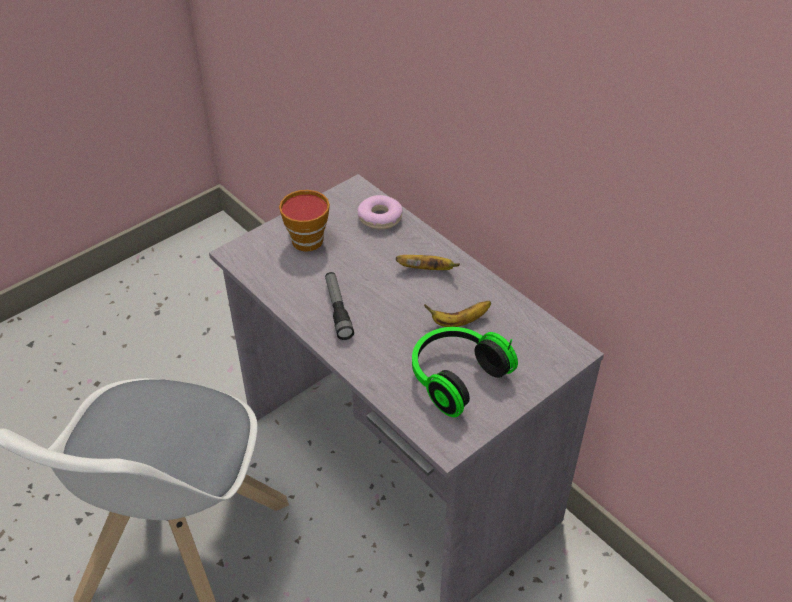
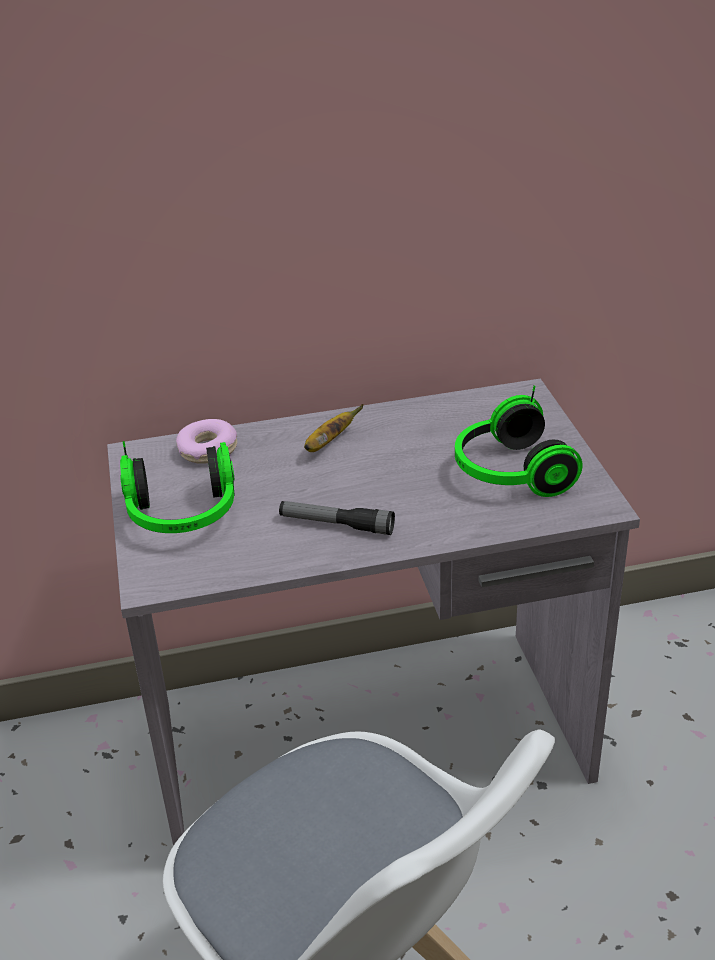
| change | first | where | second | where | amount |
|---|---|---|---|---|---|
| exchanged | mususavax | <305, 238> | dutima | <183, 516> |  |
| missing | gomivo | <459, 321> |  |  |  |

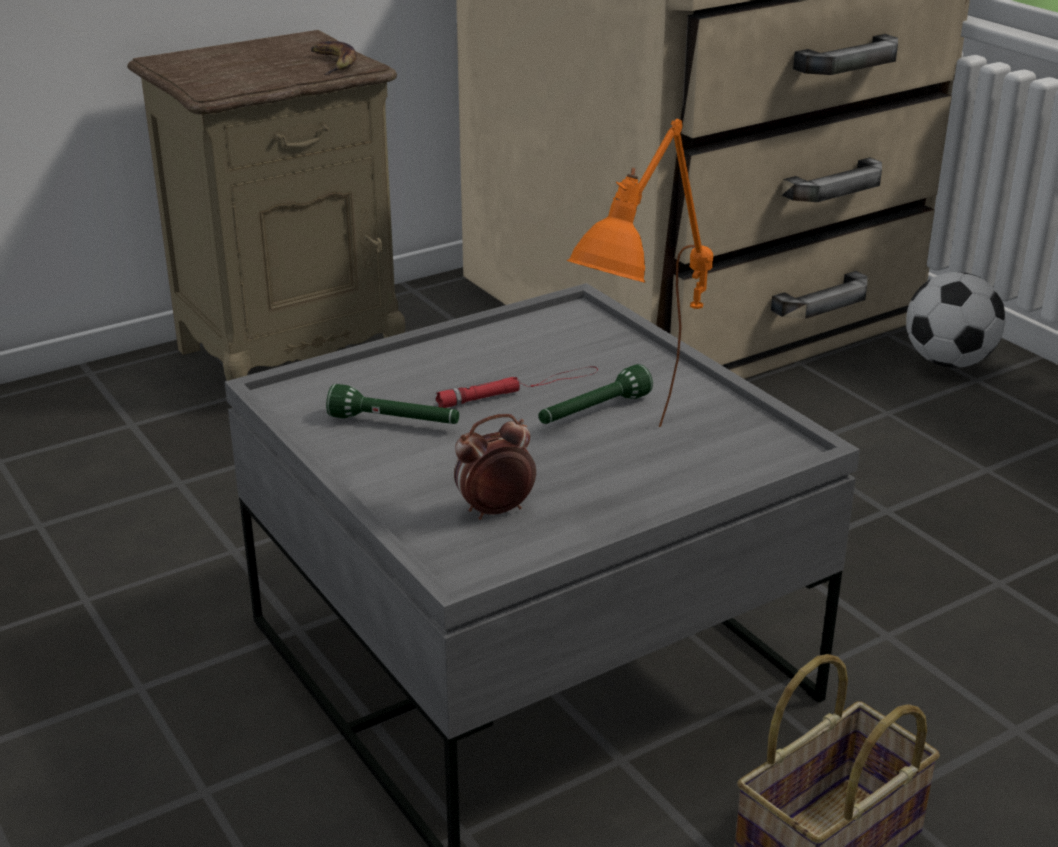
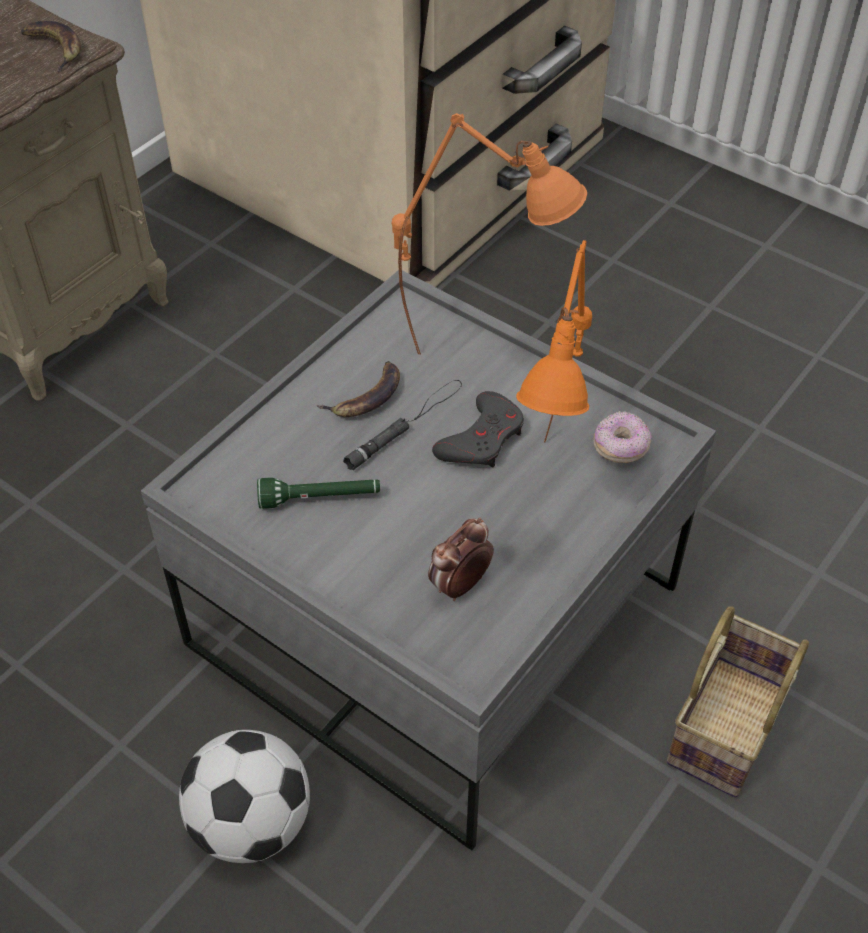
| change | first | where | second | where | amount |
|---|---|---|---|---|---|
| relocated | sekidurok | <948, 362> |  | <251, 823> |  |
| exchanged | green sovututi | <593, 412> | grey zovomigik | <482, 438> |  |
| colour | red sovututi | <519, 388> | black sovututi | <406, 424> |  |
| appeared |  |  | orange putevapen | <481, 346> |  |
| appeared |  |  | gomivo | <366, 396> |  |
| appeared |  |  | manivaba | <621, 447> |  |

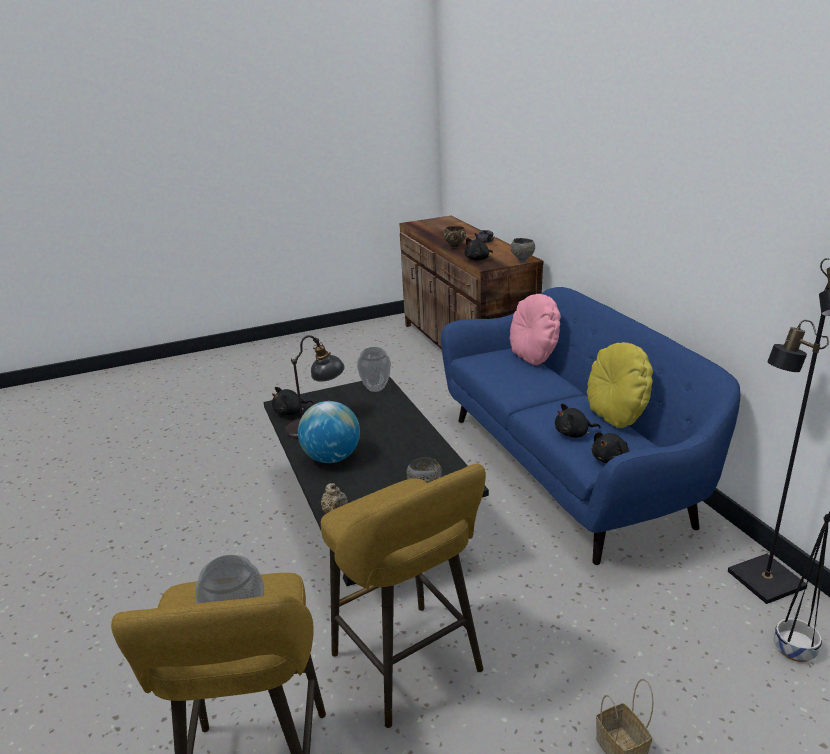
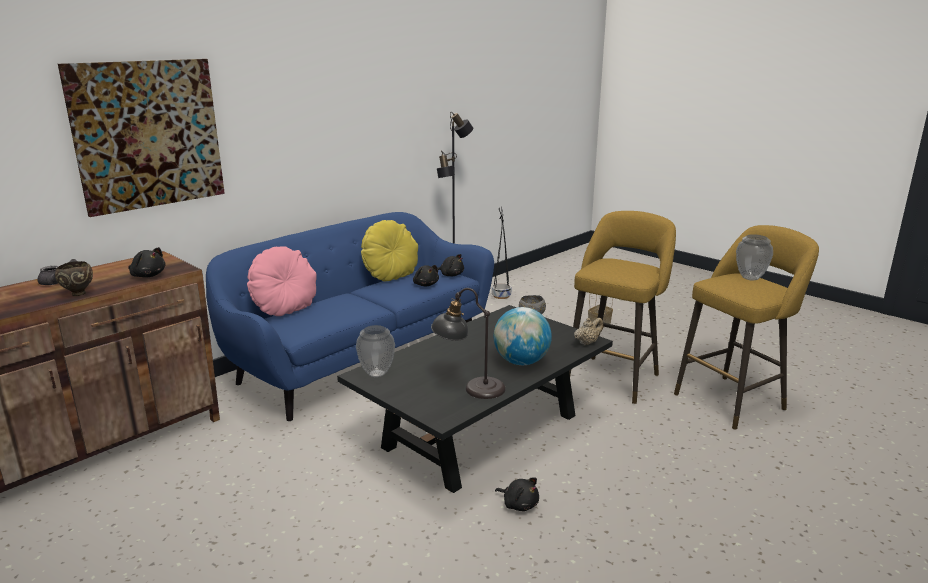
| change | first | where | second | where | amount |
|---|---|---|---|---|---|
| missing | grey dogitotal | <523, 261> |  |  |  |
| relocated | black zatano | <291, 412> |  | <519, 504> |  |
| appeared |  |  | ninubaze | <148, 135> |  |

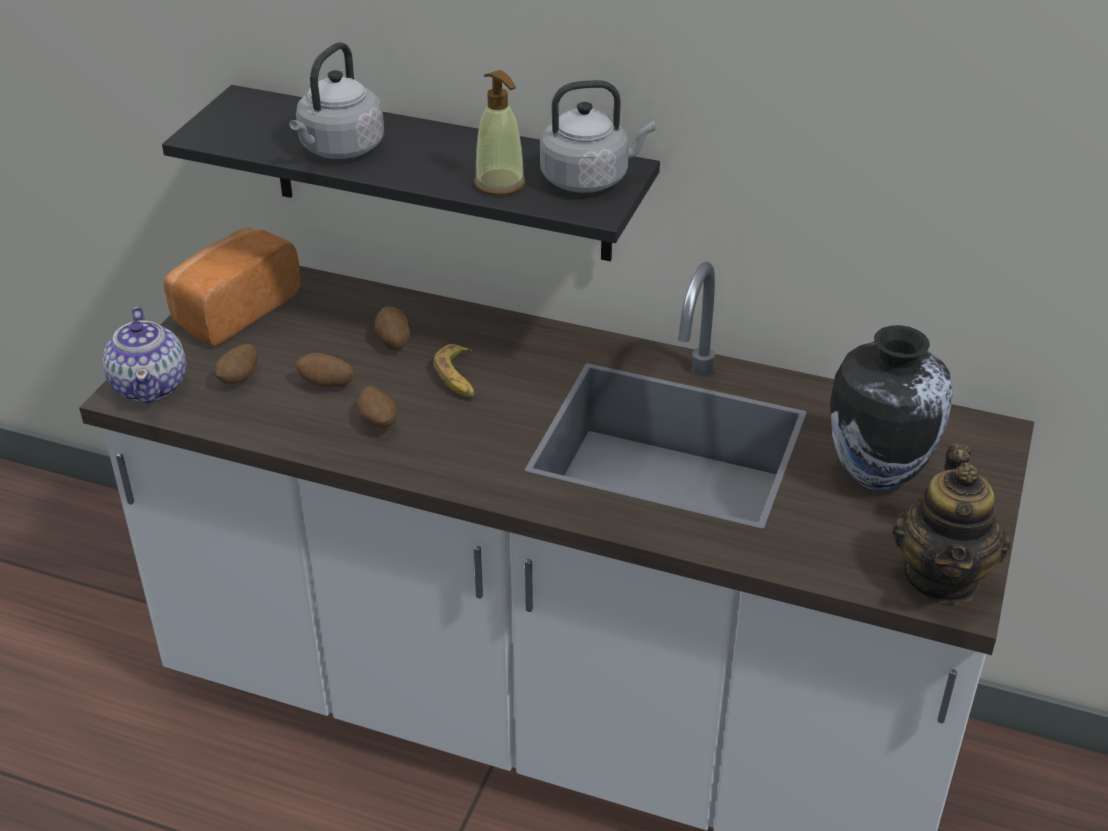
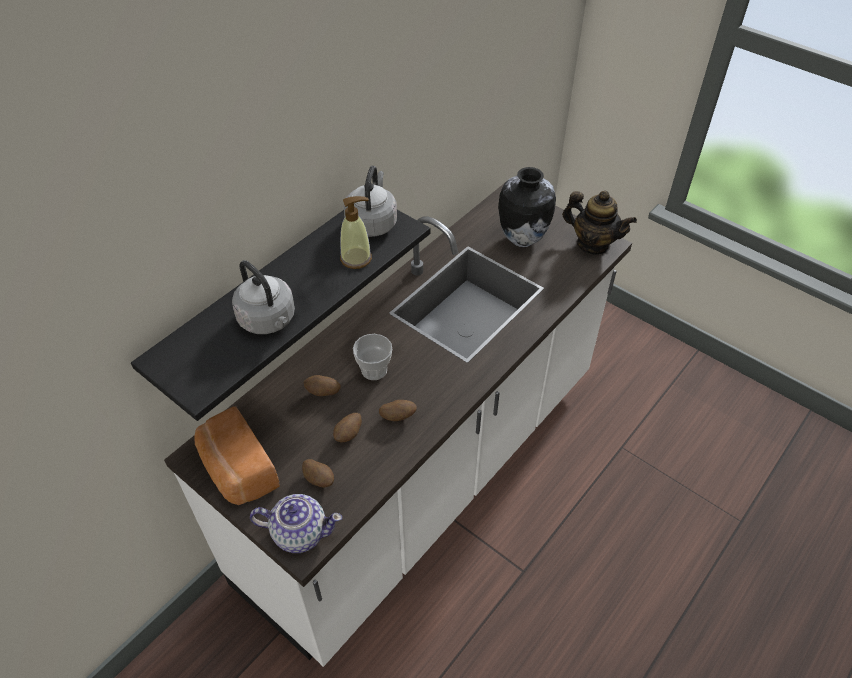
| change | first | where | second | where | amount |
|---|---|---|---|---|---|
| exchanged | gomivo | <459, 378> | mususavax | <374, 370> |  |

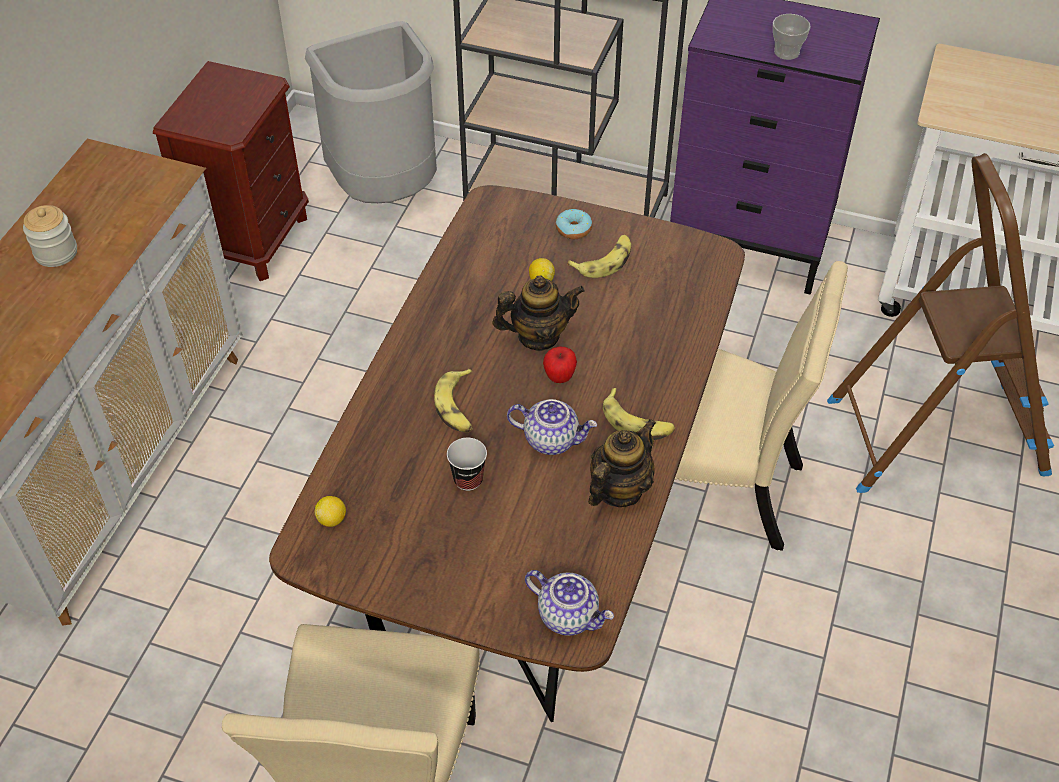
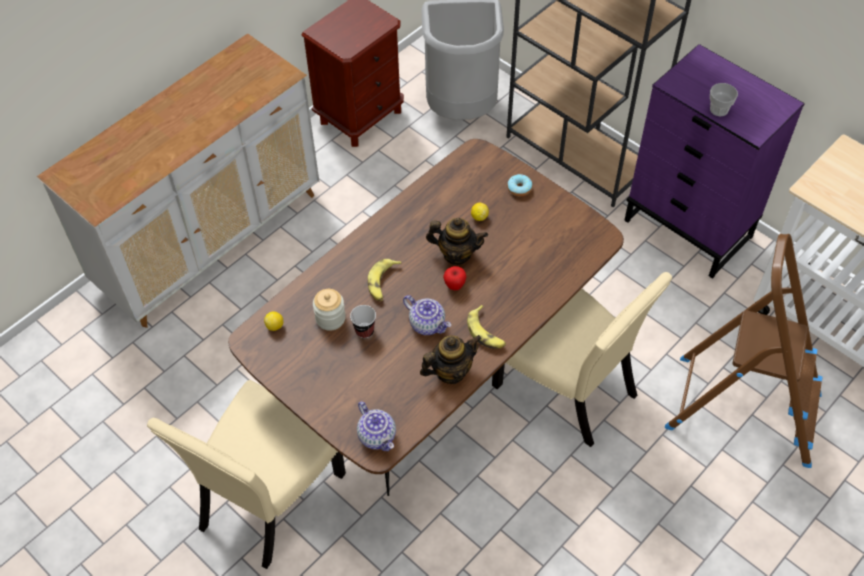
| change | first | where | second | where | amount |
|---|---|---|---|---|---|
| relocated | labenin | <56, 253> |  | <330, 318> |  |
| missing | gomivo | <604, 261> |  |  |  |

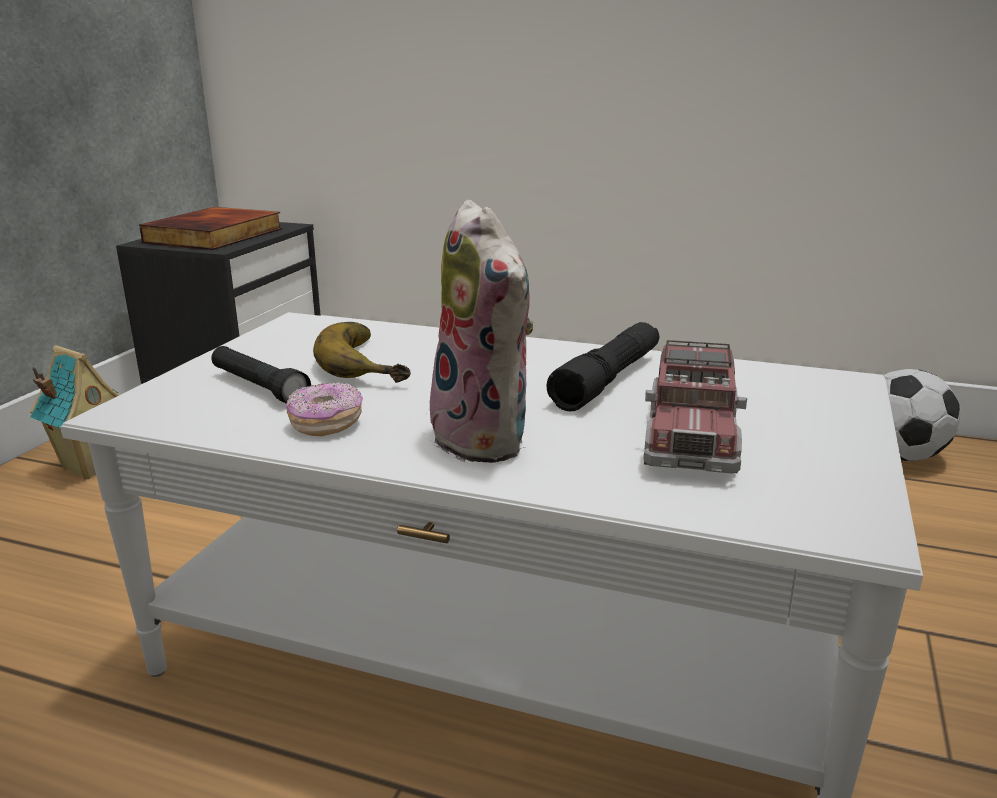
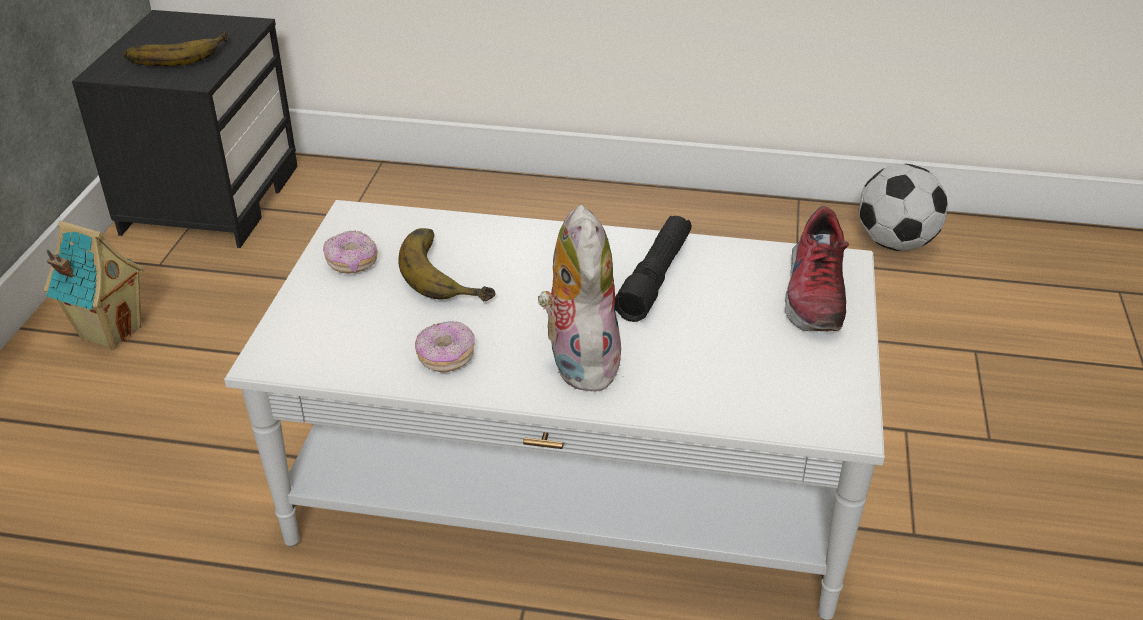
| change | first | where | second | where | amount |
|---|---|---|---|---|---|
| spun | zatano | <488, 439> |  | <578, 361> | 150 degrees counterclockwise |
| exchanged | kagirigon | <216, 236> | gomivo | <177, 53> |  |
| missing | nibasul | <691, 439> |  |  |  |
| missing | black sovututi | <259, 387> |  |  |  |
| appeared |  |  | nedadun | <812, 293> |  |
| appeared |  |  | manivaba | <352, 263> |  |

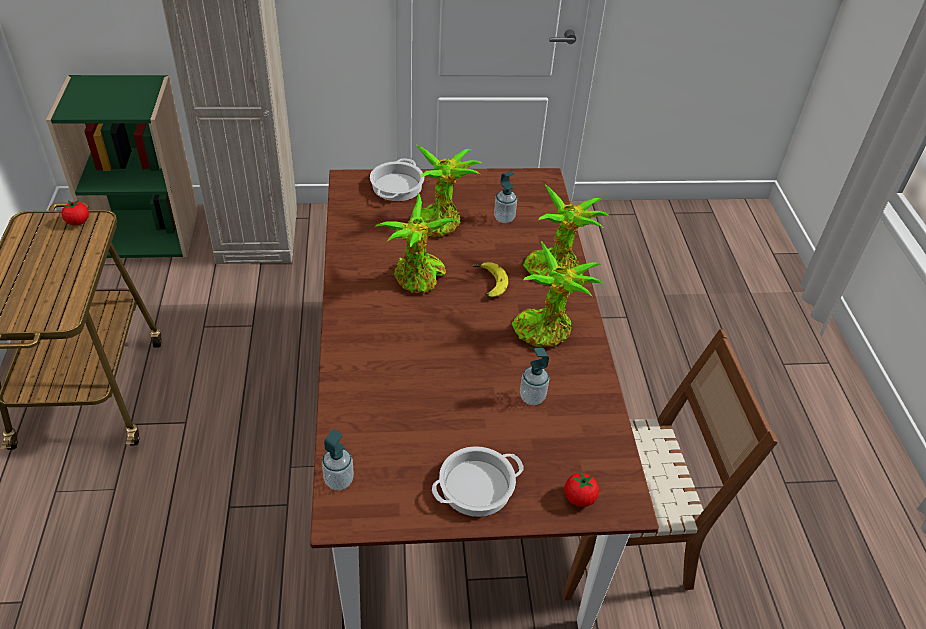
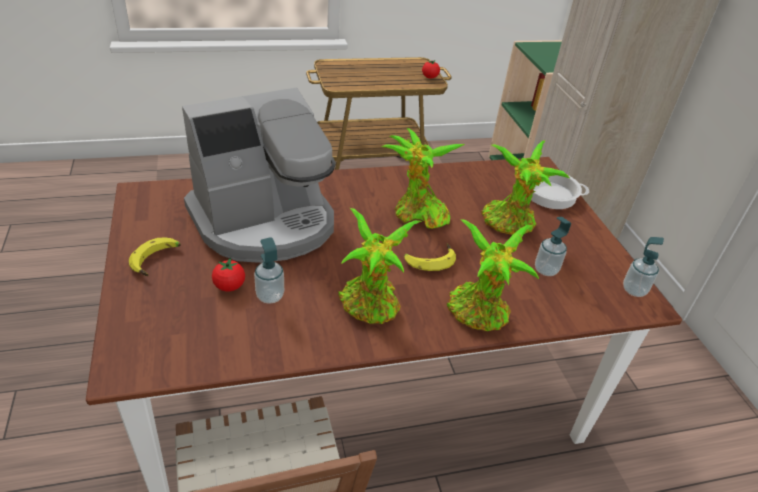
| change | first | where | second | where | amount |
|---|---|---|---|---|---|
| relocated | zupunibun | <339, 480> |  | <634, 290> |  |
| exchanged | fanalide | <476, 487> | gomivo | <157, 261> |  |
| relocated | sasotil | <579, 498> |  | <229, 286> |  |
| appeared |  |  | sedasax | <265, 222> |  |

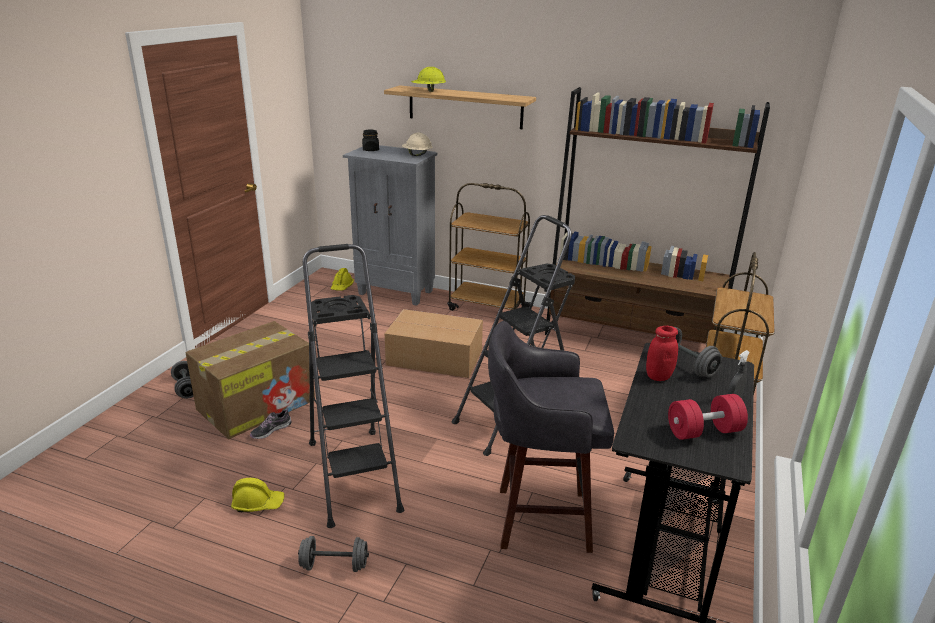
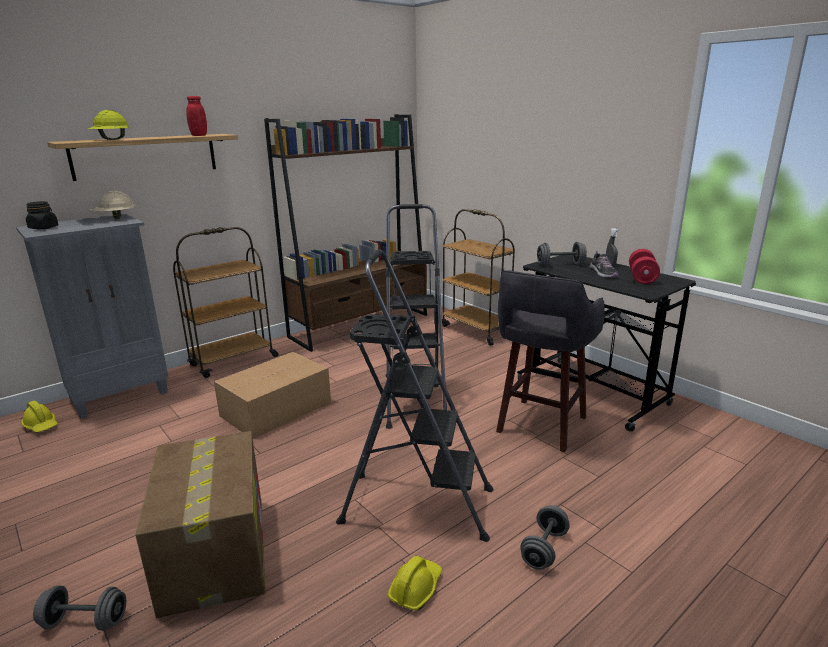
| change | first | where | second | where | amount |
|---|---|---|---|---|---|
| relocated | red labenin | <658, 376> |  | <199, 135> |  |
| relocated | nedadun | <271, 430> |  | <603, 273> |  |

